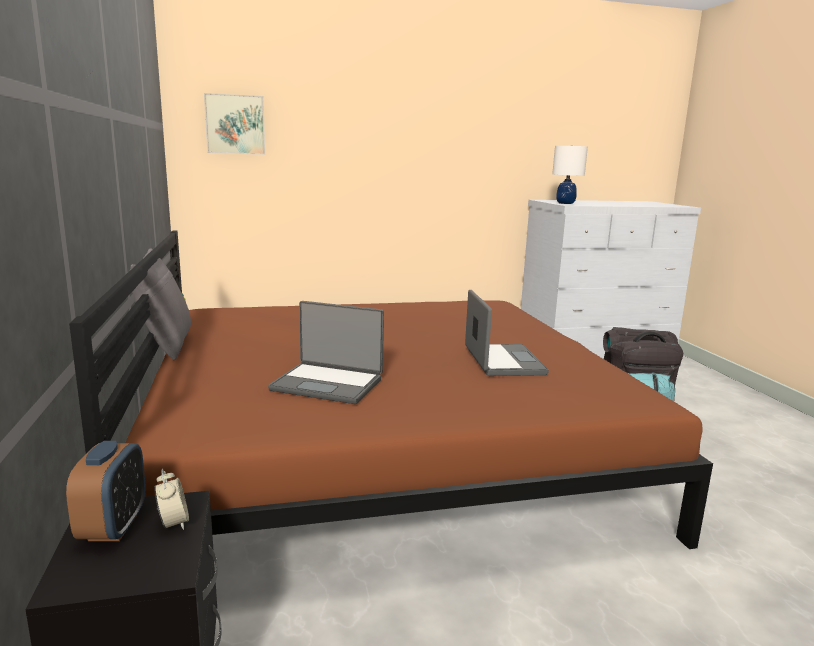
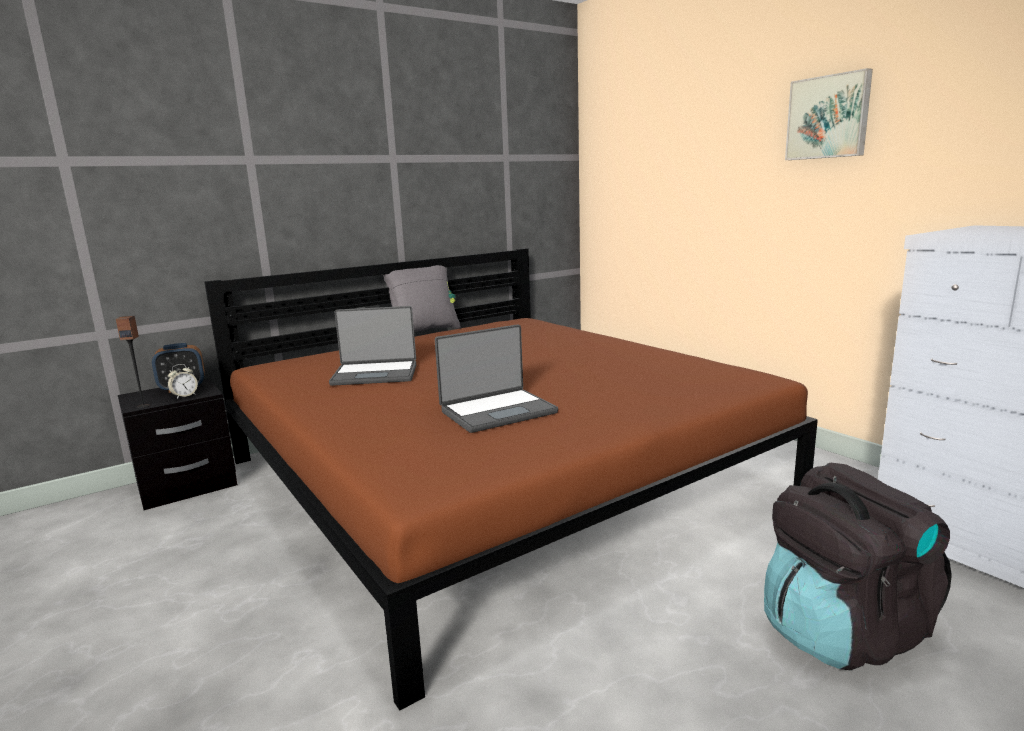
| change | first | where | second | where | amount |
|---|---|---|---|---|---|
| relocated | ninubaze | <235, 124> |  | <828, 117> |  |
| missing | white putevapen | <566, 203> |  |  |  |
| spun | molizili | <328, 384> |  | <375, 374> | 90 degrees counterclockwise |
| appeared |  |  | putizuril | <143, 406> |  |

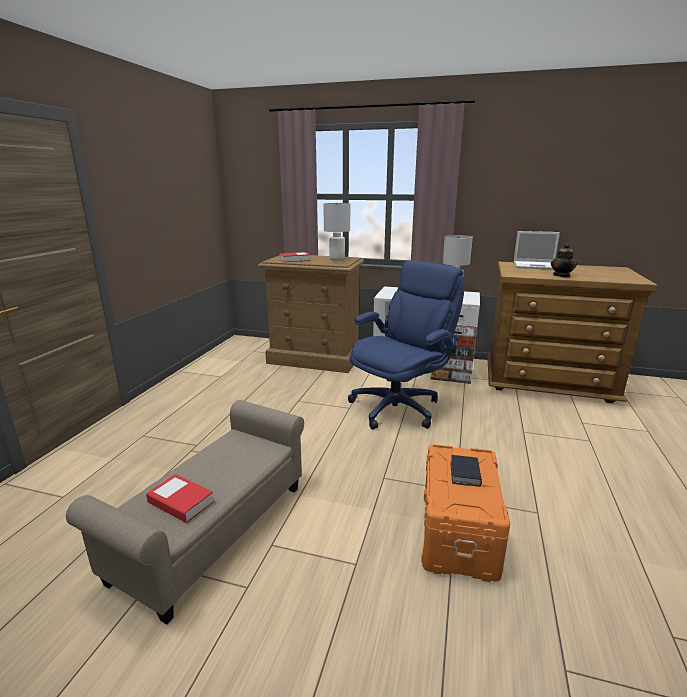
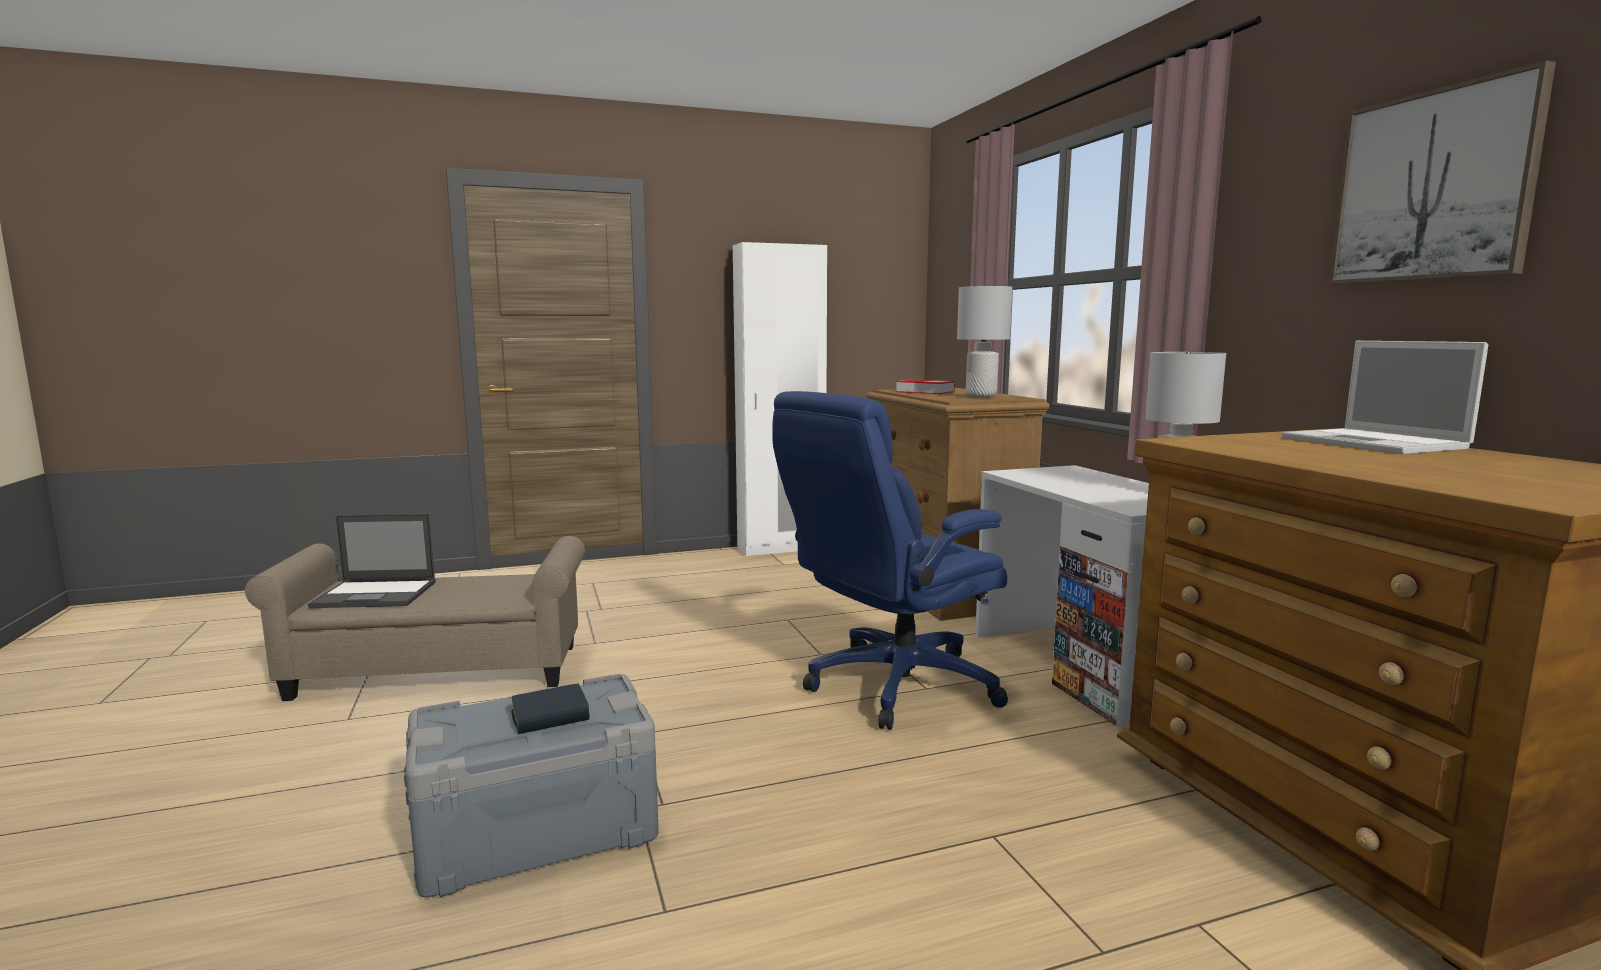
| change | first | where | second | where | amount |
|---|---|---|---|---|---|
| missing | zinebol | <561, 275> |  |  |  |
| spun | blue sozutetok | <400, 406> |  | <890, 687> | 135 degrees clockwise |
| colour | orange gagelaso | <457, 532> | grey gagelaso | <537, 831> |  |
| exchanged | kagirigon | <181, 502> | molizili | <376, 594> |  |
| appeared |  |  | ninubaze | <1433, 186> |  |
| appeared |  |  | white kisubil | <781, 548> |  |

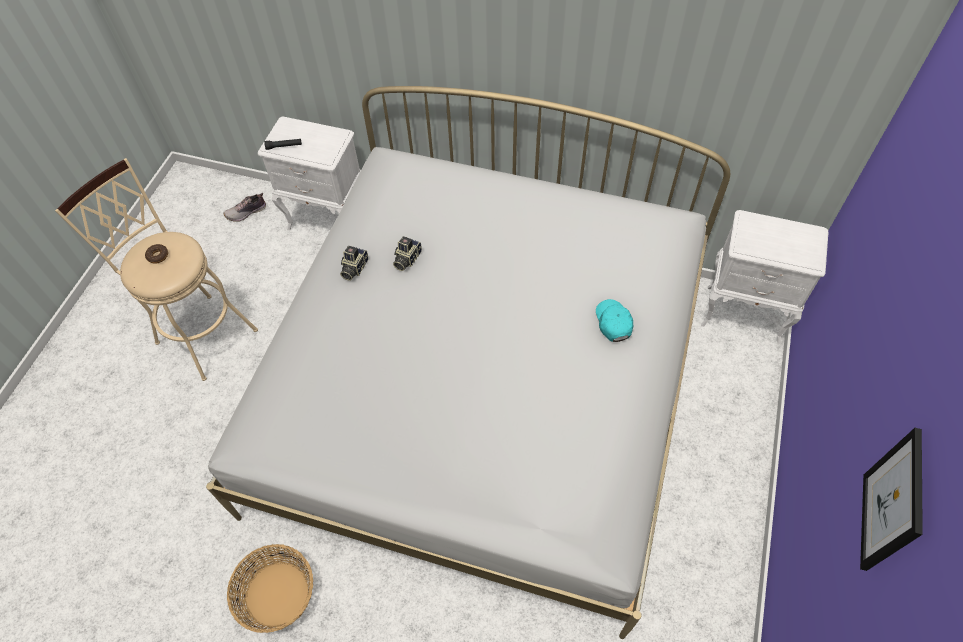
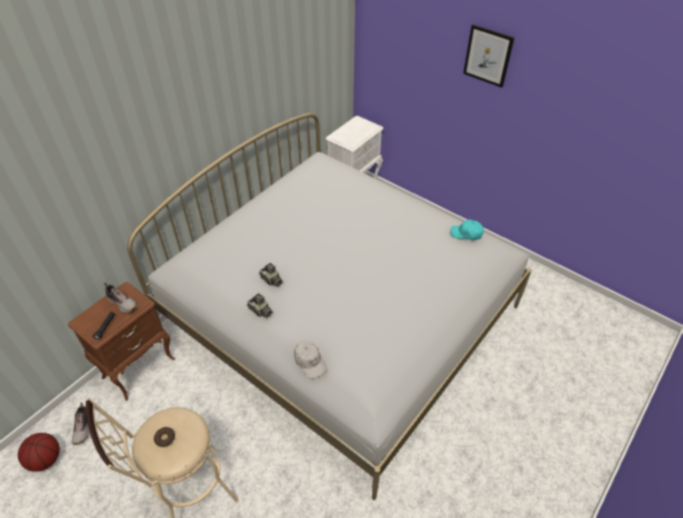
| change | first | where | second | where | amount |
|---|---|---|---|---|---|
| colour | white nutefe | <329, 220> | brown nutefe | <139, 368> |  |
| relocated | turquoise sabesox | <613, 323> |  | <466, 233> |  |
| relocated | ninubaze | <893, 502> |  | <488, 55> |  |
| missing | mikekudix | <277, 594> |  |  |  |
| appeared |  |  | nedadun | <122, 302> |  |
| appeared |  |  | white sabesox | <310, 361> |  |
| appeared |  |  | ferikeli | <45, 459> |  |

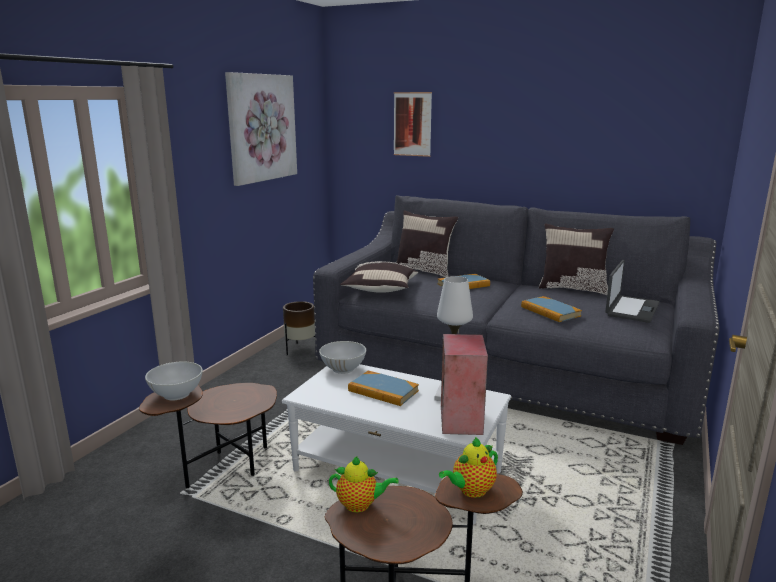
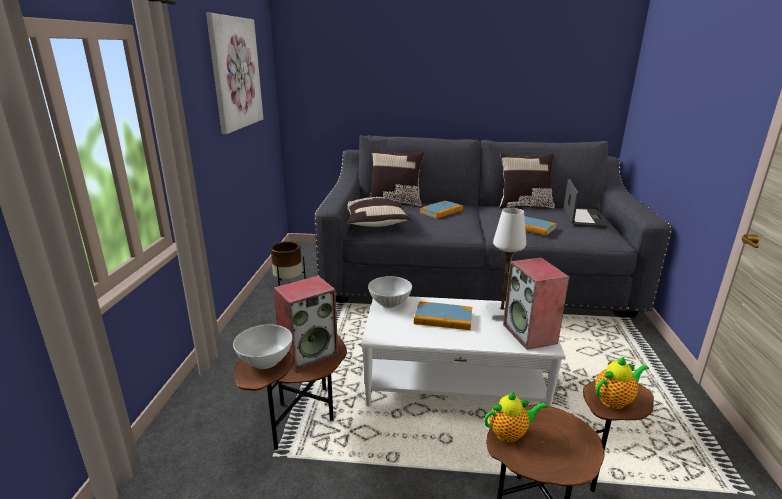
| change | first | where | second | where | amount |
|---|---|---|---|---|---|
| missing | ninubaze | <412, 124> |  |  |  |
| spun | zinebol | <471, 491> |  | <615, 400> | 150 degrees counterclockwise |
| appeared |  |  | putizuril | <309, 353> |  |

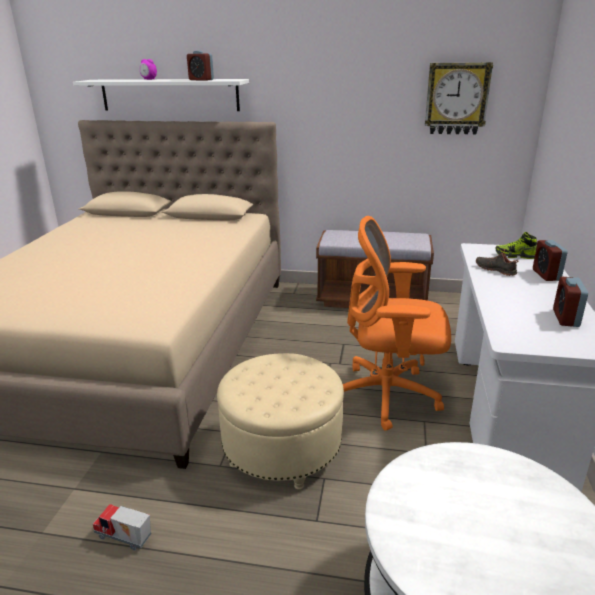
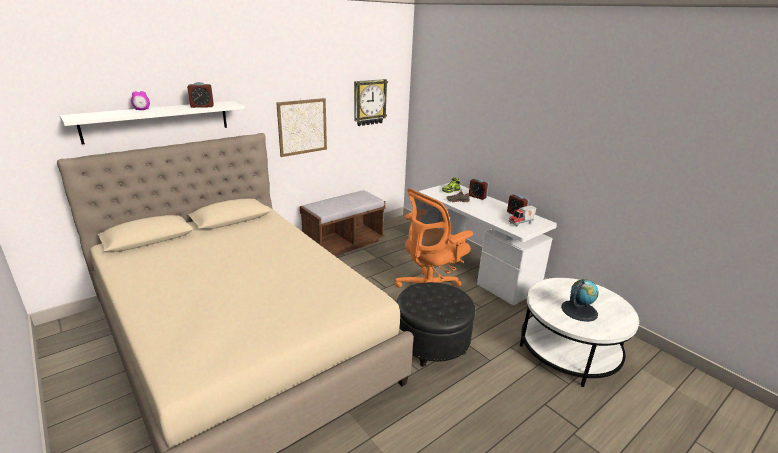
| change | first | where | second | where | amount |
|---|---|---|---|---|---|
| colour | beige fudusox | <282, 451> | black fudusox | <432, 344> |  |
| relocated | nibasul | <123, 539> |  | <521, 223> |  |
| appeared |  |  | ninubaze | <302, 126> |  |
| appeared |  |  | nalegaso | <579, 310> |  |

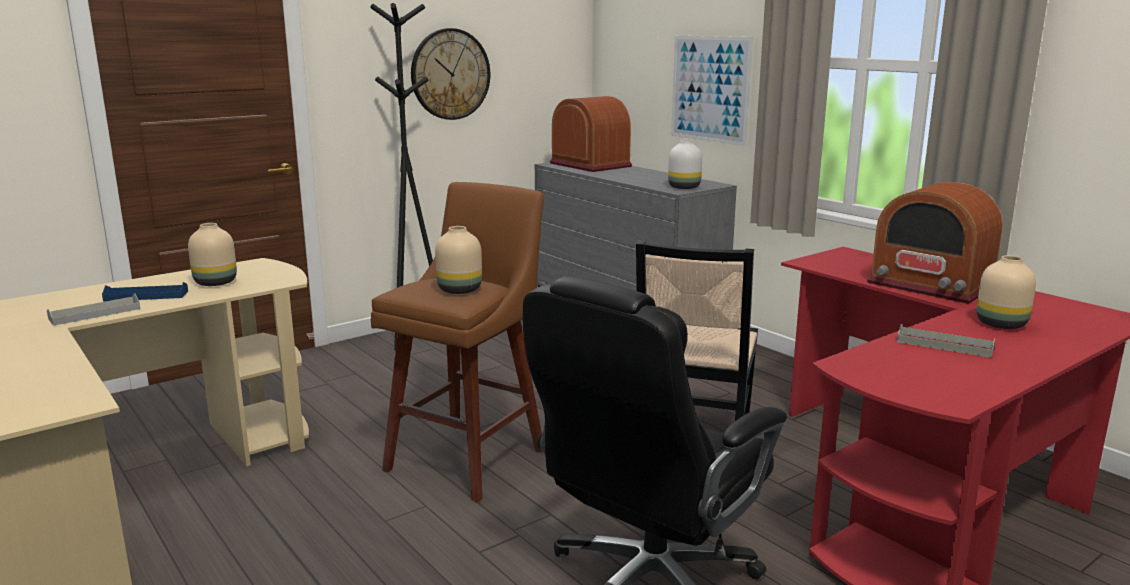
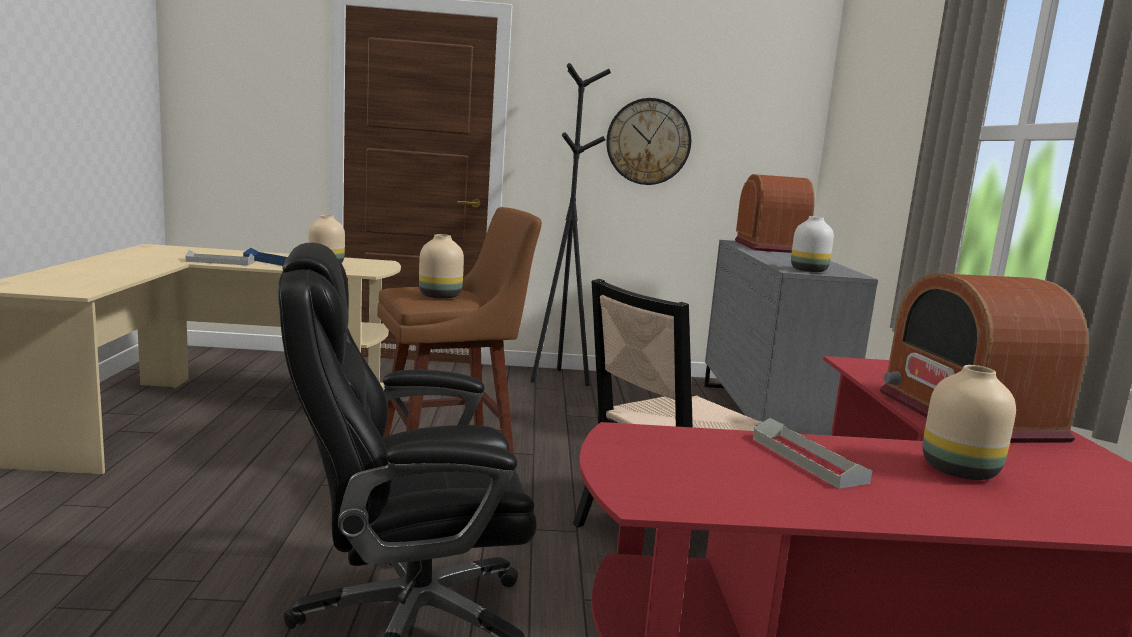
| change | first | where | second | where | amount |
|---|---|---|---|---|---|
| missing | ninubaze | <710, 89> |  |  |  |

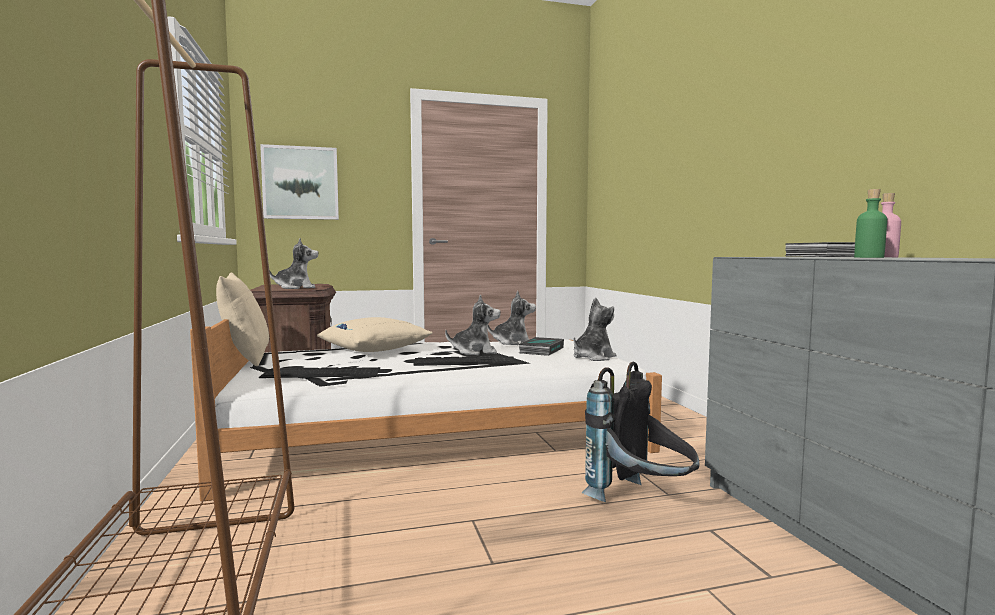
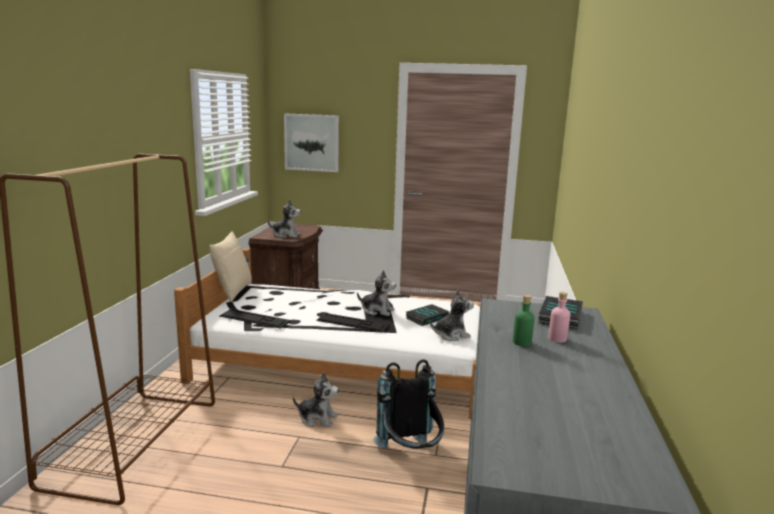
| change | first | where | second | where | amount |
|---|---|---|---|---|---|
| relocated | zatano | <513, 342> |  | <317, 418> |  |
| missing | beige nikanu | <375, 350> |  |  |  |

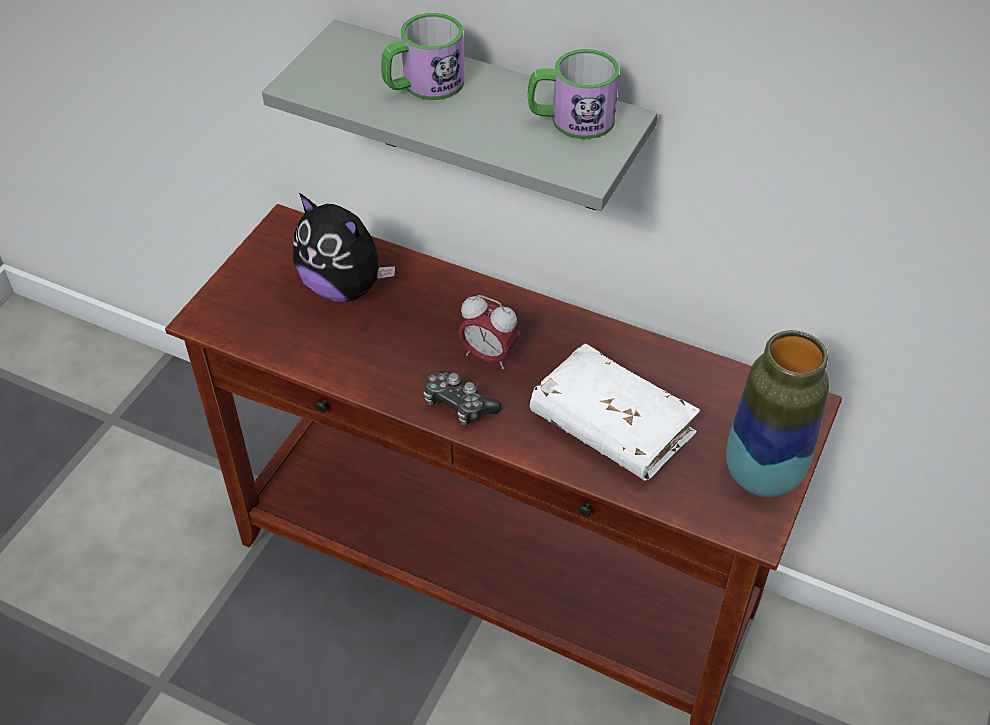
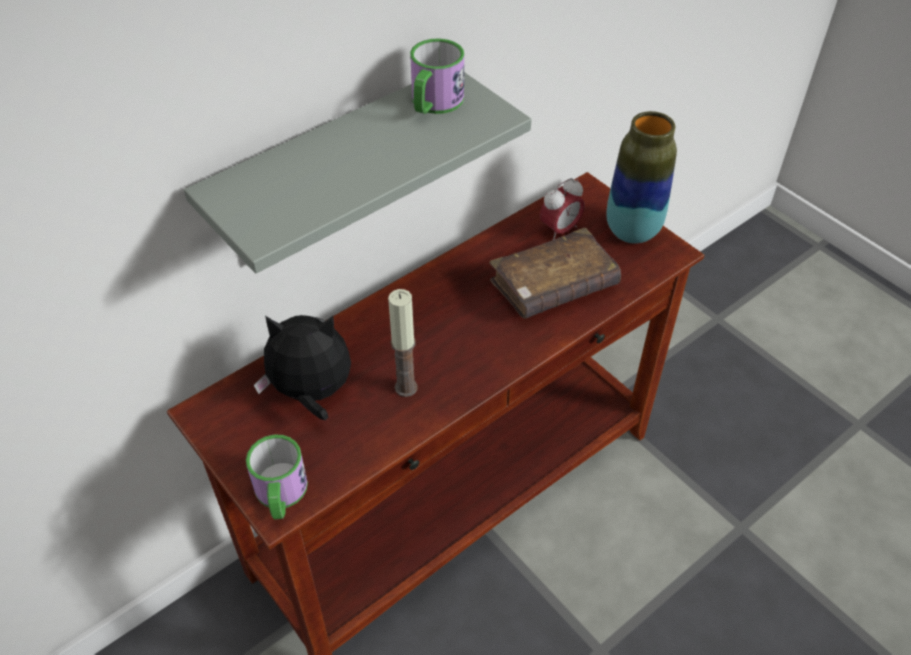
| change | first | where | second | where | amount |
|---|---|---|---|---|---|
| relocated | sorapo | <423, 85> |  | <281, 495> |  |
| spun | zatano | <344, 287> |  | <311, 393> | 150 degrees counterclockwise |
| relocated | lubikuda | <488, 356> |  | <560, 230> |  |
| colour | white kagirigon | <611, 425> | brown kagirigon | <553, 286> |  |
| missing | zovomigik | <458, 405> |  |  |  |
| appeared |  |  | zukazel | <406, 387> |  |

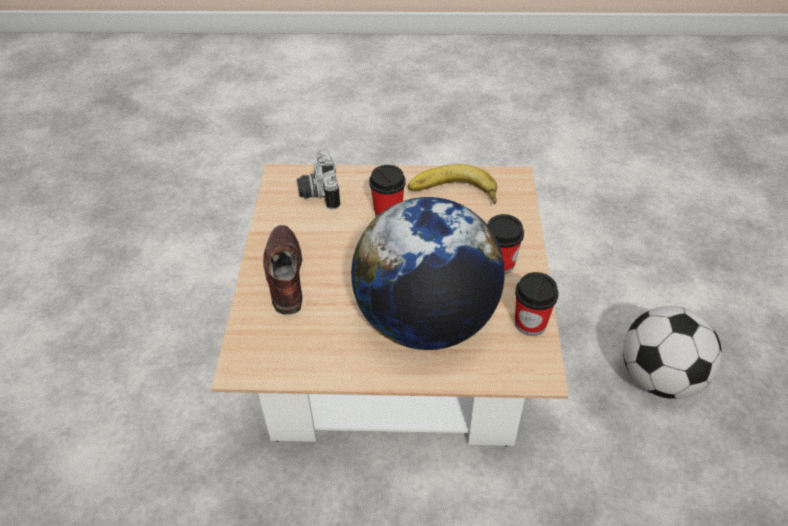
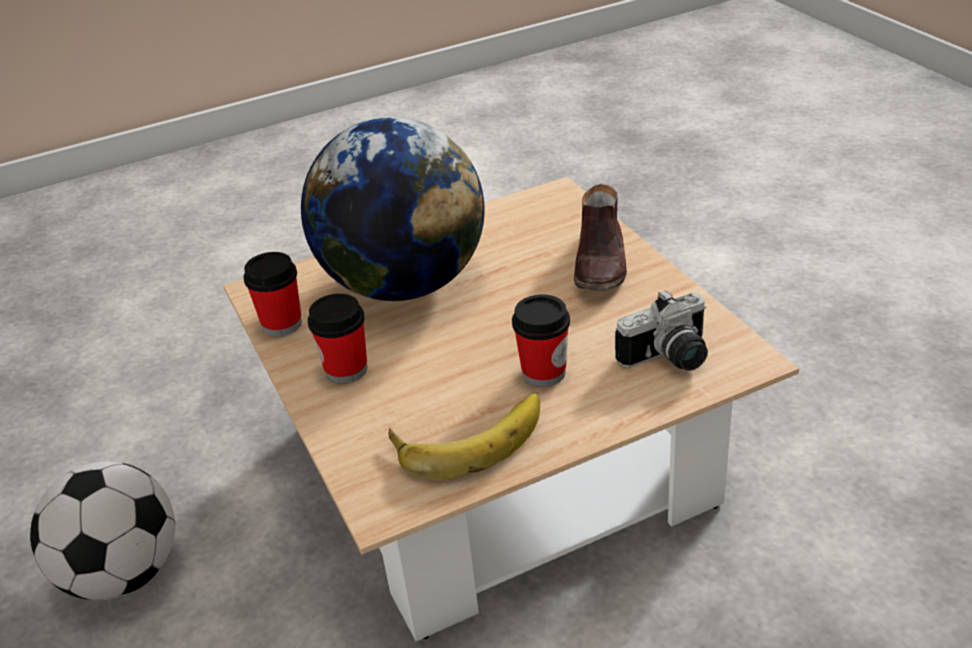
| change | first | where | second | where | amount |
|---|---|---|---|---|---|
| spun | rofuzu | <318, 192> |  | <670, 359> | 105 degrees clockwise |
| spun | brown nedadun | <284, 275> |  | <601, 263> | 45 degrees clockwise |

